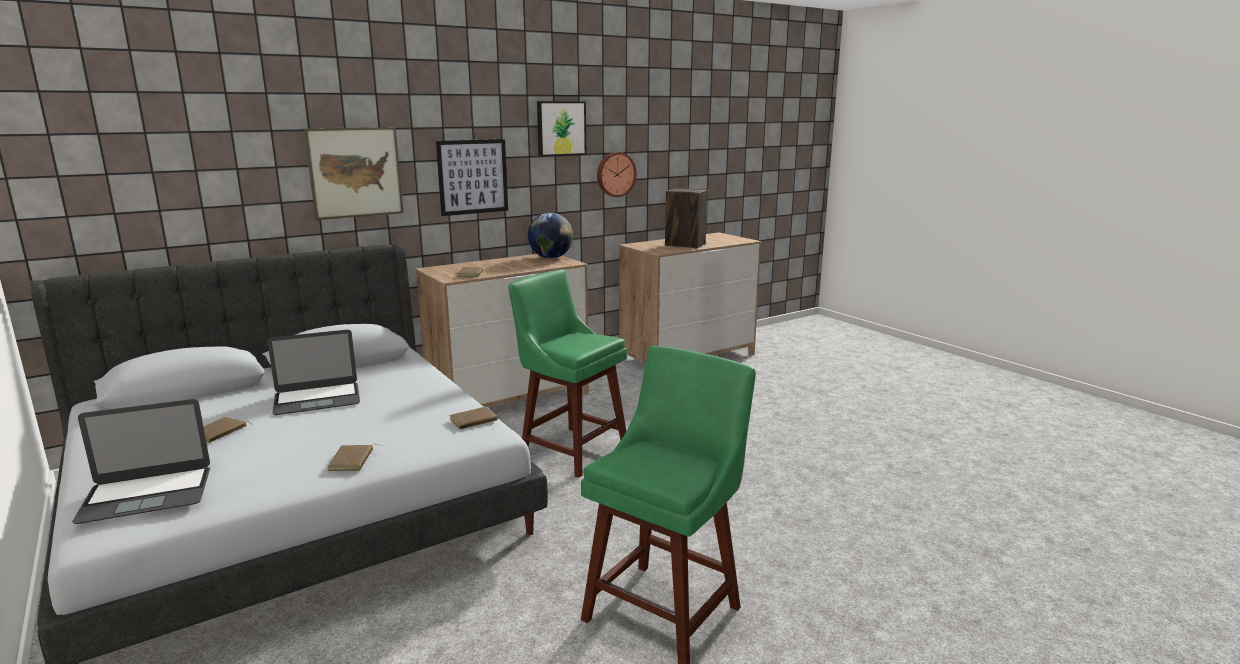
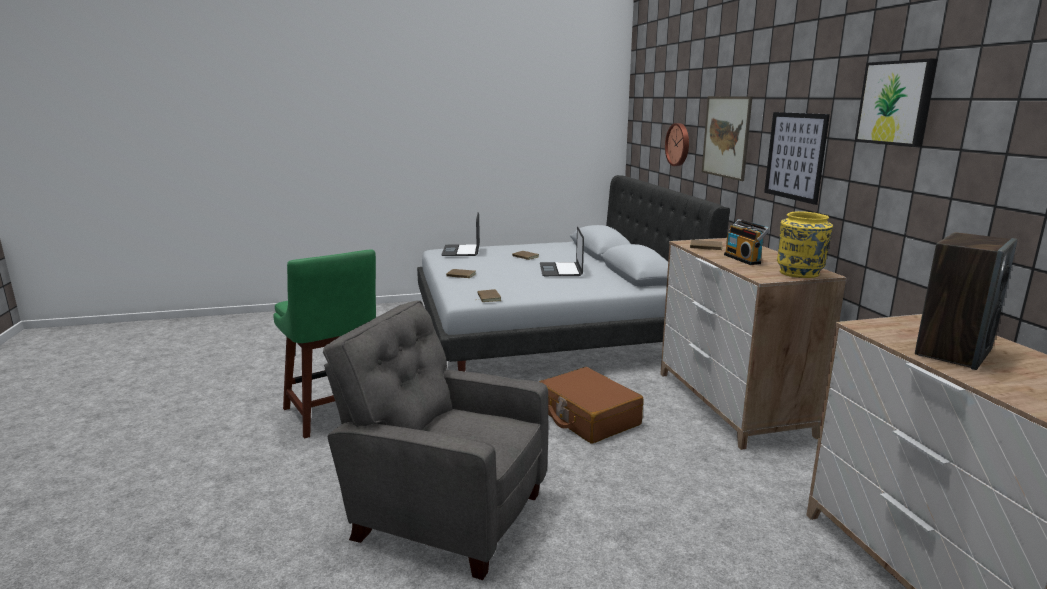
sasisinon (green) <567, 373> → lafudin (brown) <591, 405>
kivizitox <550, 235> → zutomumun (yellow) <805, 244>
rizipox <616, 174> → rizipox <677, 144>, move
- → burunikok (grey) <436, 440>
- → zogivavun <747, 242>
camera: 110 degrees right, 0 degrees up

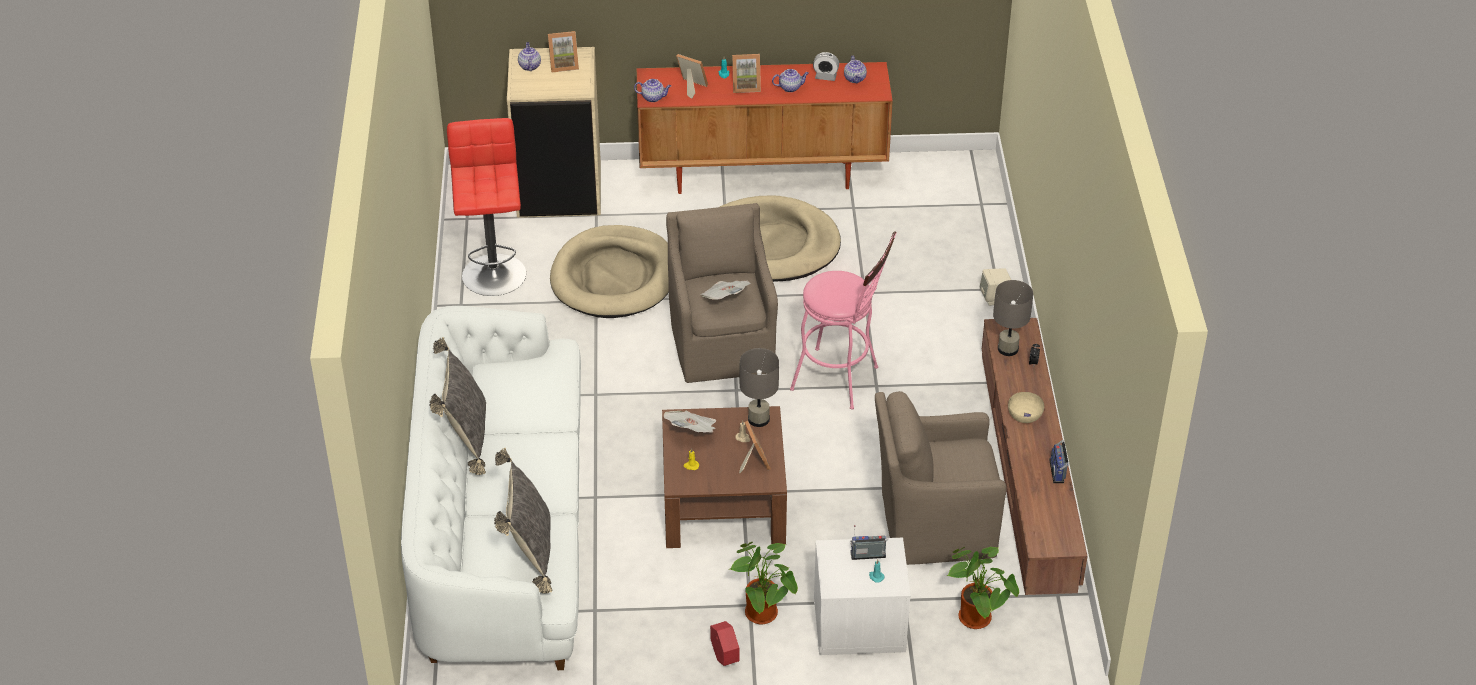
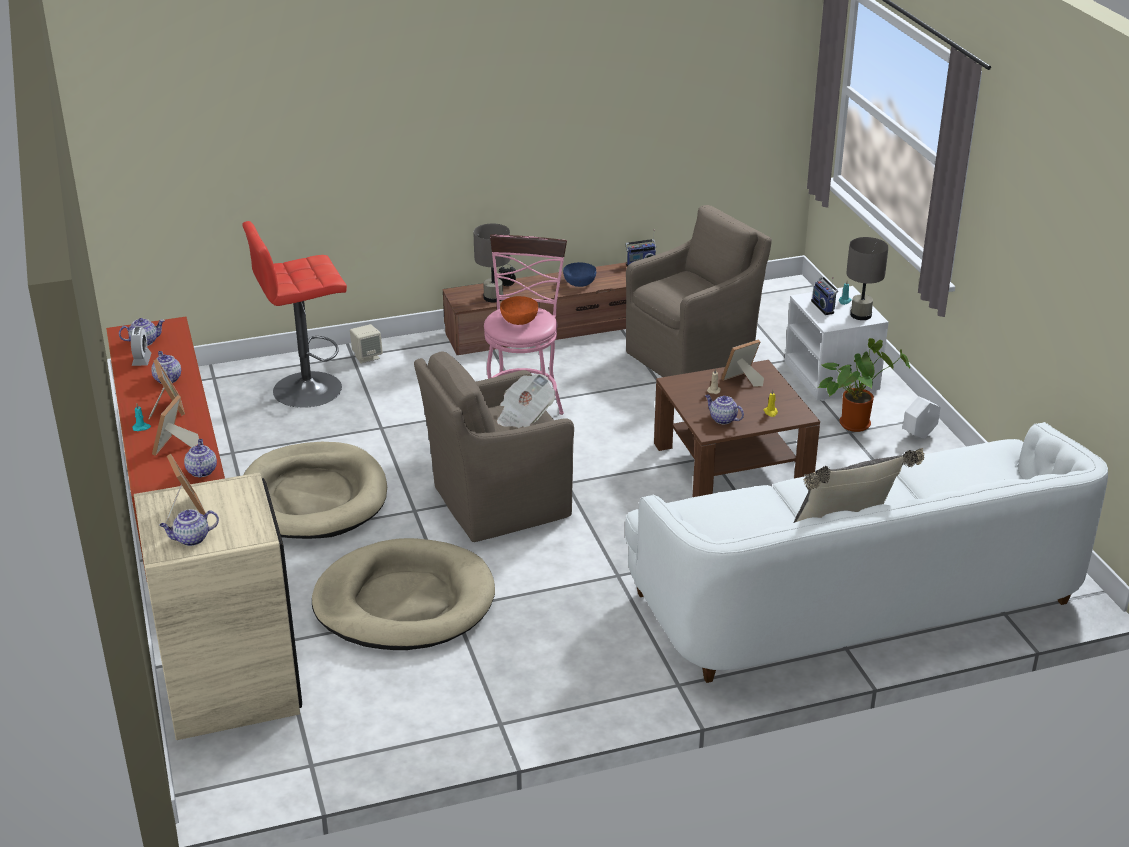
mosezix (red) <486, 207> → mosezix (red) <294, 314>, move
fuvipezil <523, 520> → -
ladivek <690, 422> → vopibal <724, 410>
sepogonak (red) <724, 643> → sepogonak (white) <922, 417>
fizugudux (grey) <759, 387> → fizugudux (grey) <867, 278>, move
burunikok (brown) <941, 478> → burunikok (brown) <699, 291>, 105 degrees counterclockwise
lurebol <982, 588> → -
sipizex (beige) <1026, 407> → sipizex (blue) <579, 274>
- → sipizex (orange) <519, 310>
camera: 105 degrees left, 10 degrees down

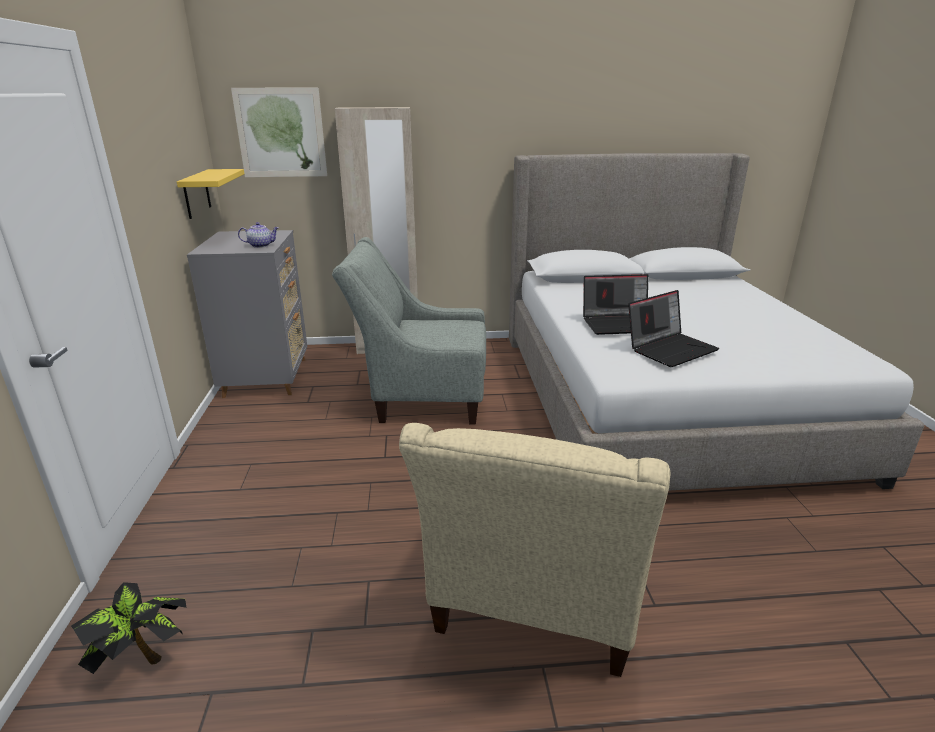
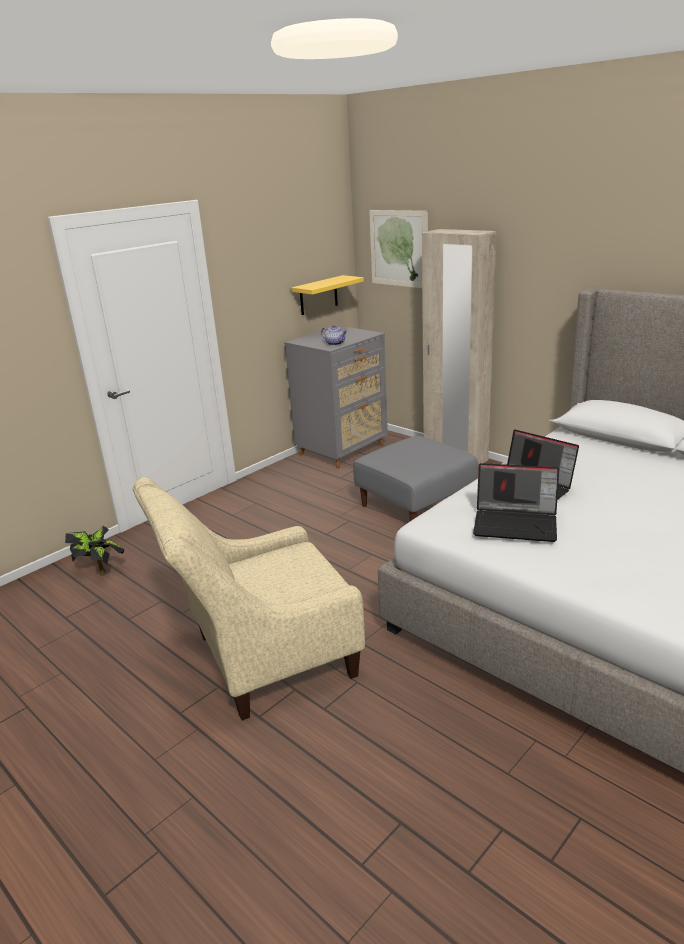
burunikok (grey) <409, 331> → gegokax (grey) <415, 478>
camera: 50 degrees right, 0 degrees up

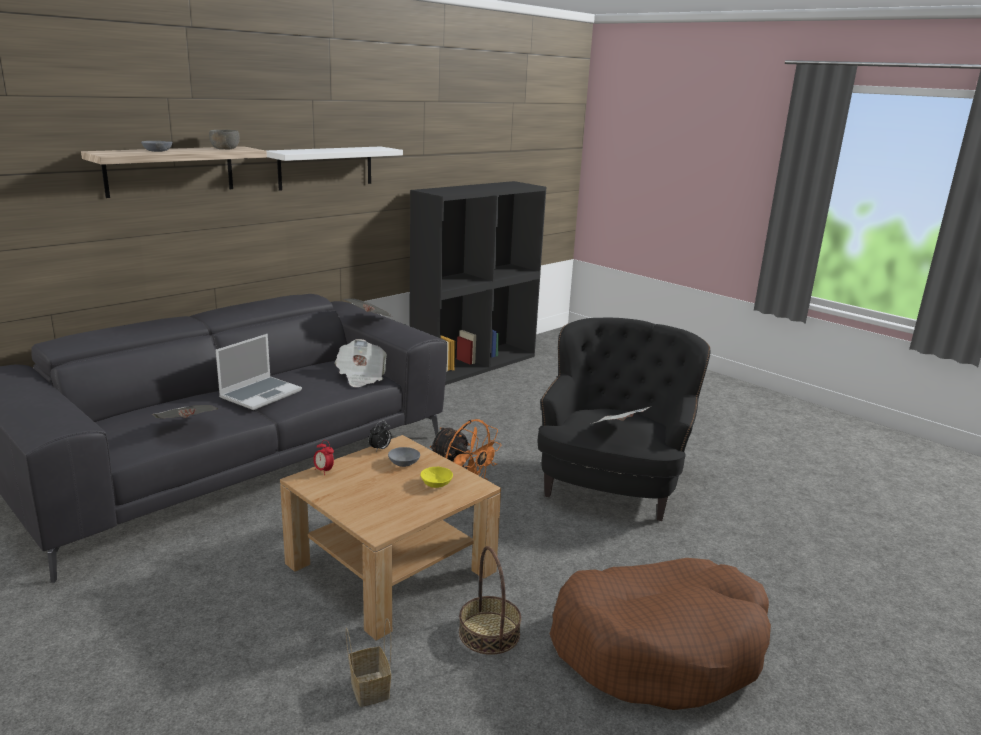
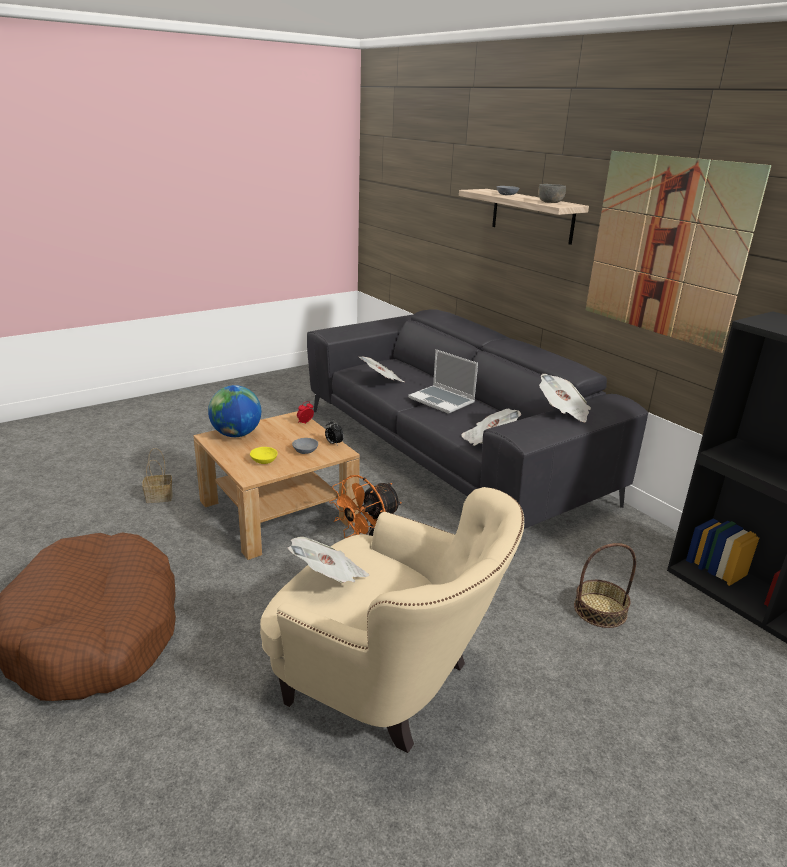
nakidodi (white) <334, 168> → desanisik <679, 252>
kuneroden <490, 600> → kuneroden <605, 585>, move
burunikok (black) <624, 419> → burunikok (beige) <392, 620>
- → kivizitox <234, 411>
camera: 100 degrees right, 5 degrees up

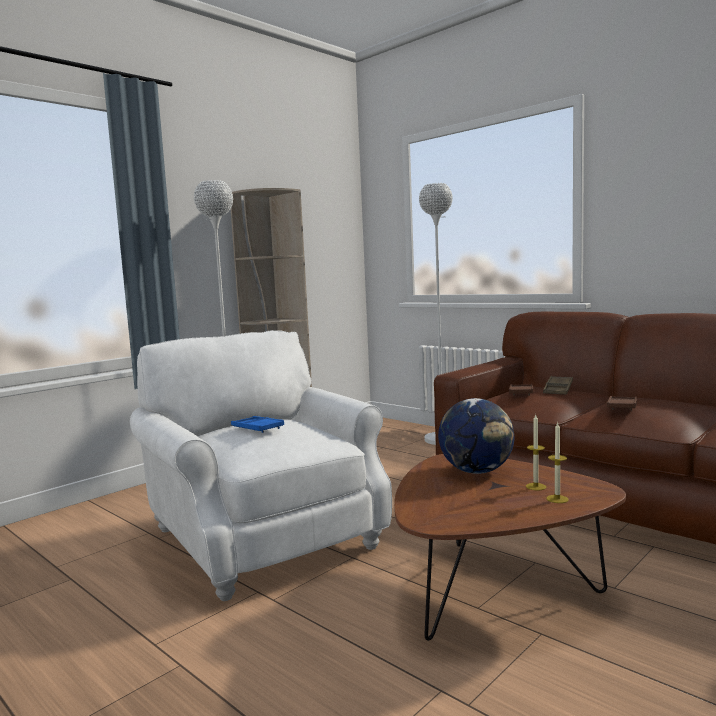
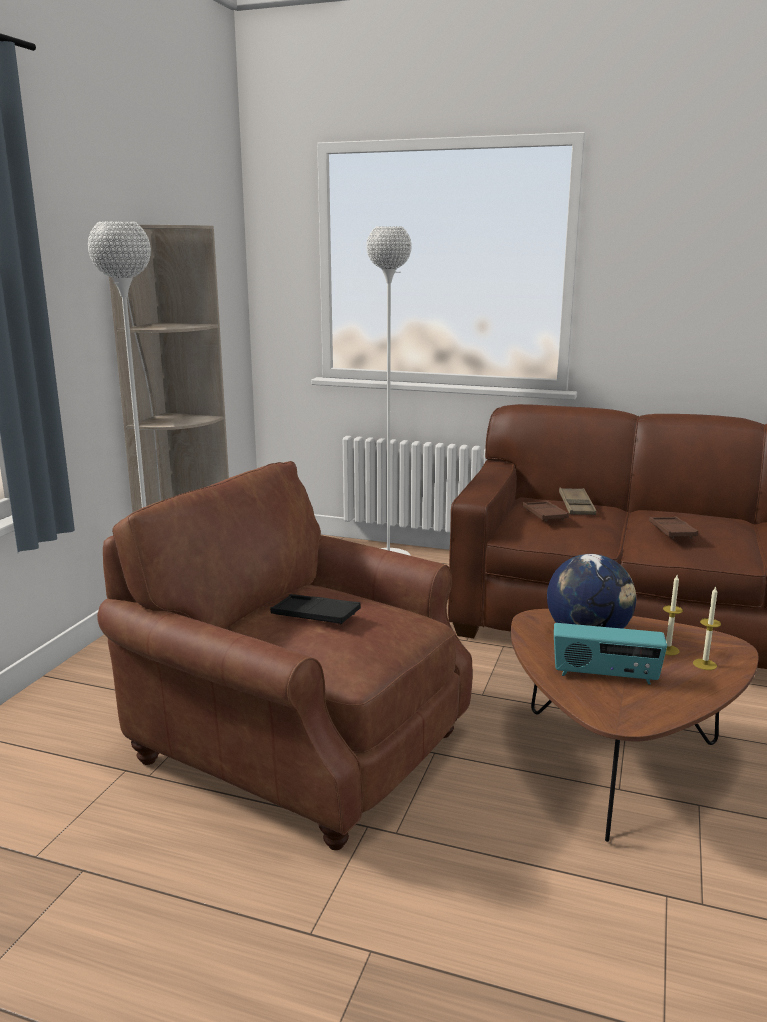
burunikok (white) <261, 465> → burunikok (brown) <285, 655>
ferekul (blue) <257, 424> → ferekul (black) <315, 609>
- → zogivavun <610, 654>
camera: 25 degrees left, 10 degrees up

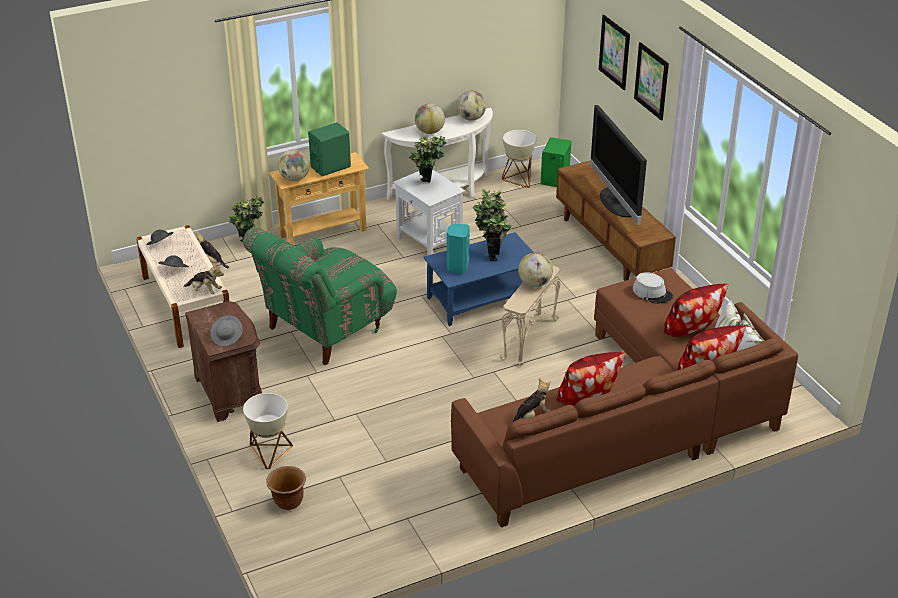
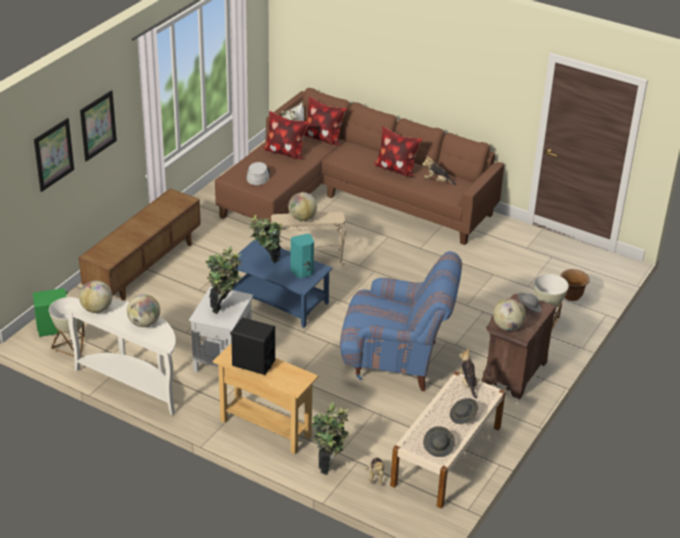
burunikok (green) <319, 296> → burunikok (blue) <401, 321>
kivizitox <294, 165> → kivizitox <509, 314>, move
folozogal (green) <329, 149> → folozogal (black) <252, 346>
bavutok <619, 165> → -
camera: 125 degrees left, 0 degrees up

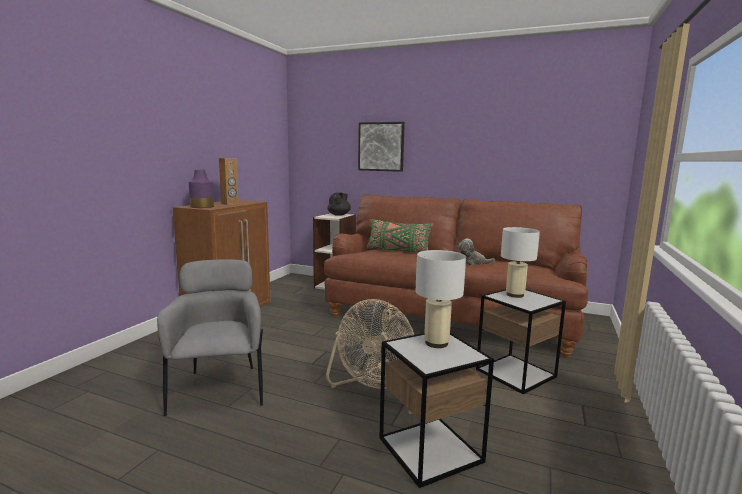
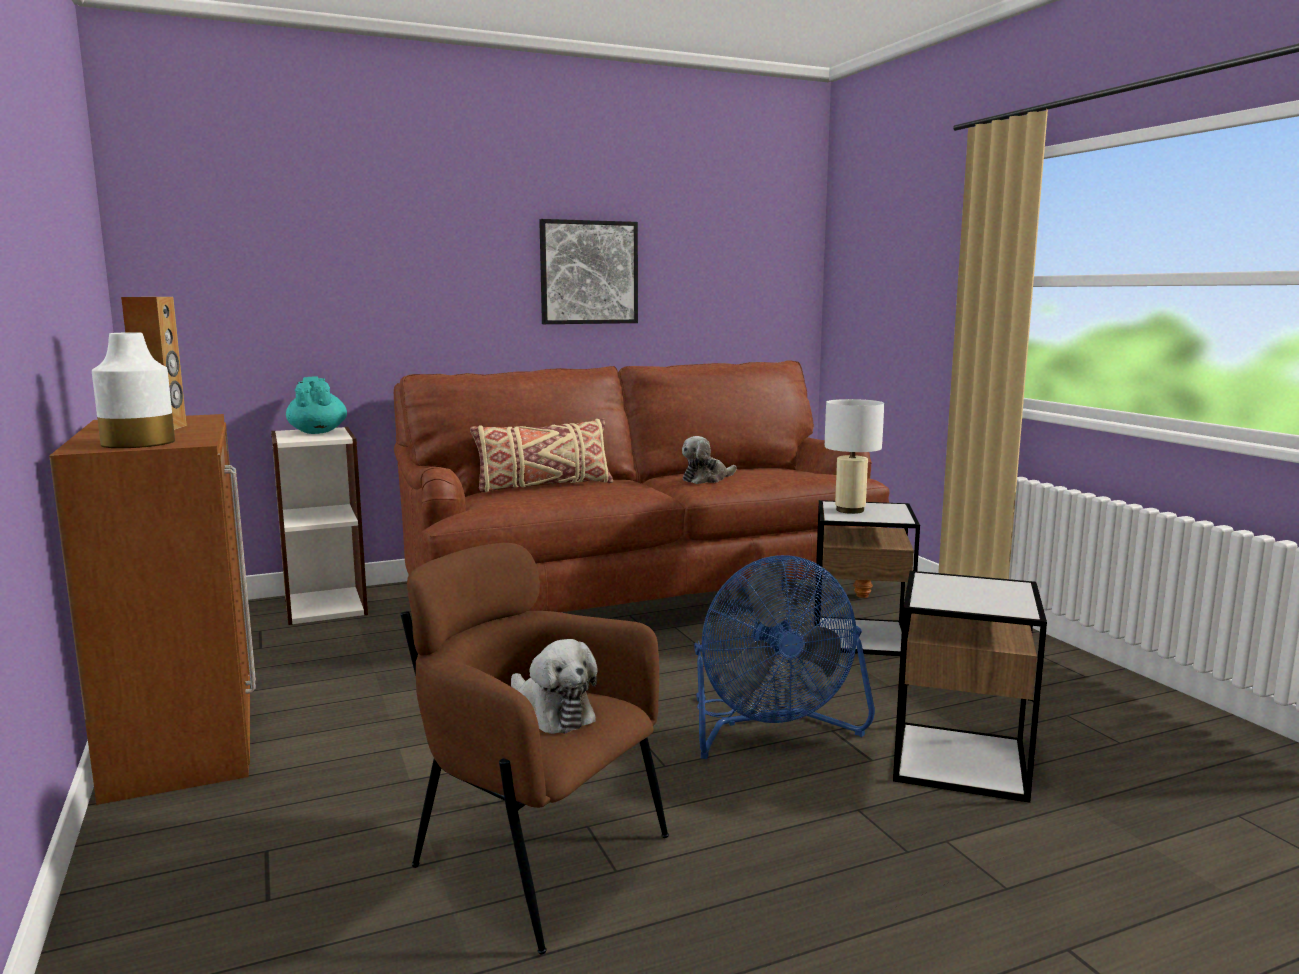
burunikok (grey) <210, 337> → burunikok (brown) <535, 749>
zutomumun (purple) <201, 189> → zutomumun (white) <133, 390>
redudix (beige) <370, 356> → redudix (blue) <784, 657>
vopibal (black) <339, 204> → vopibal (turquoise) <316, 405>
desanisik <381, 147> → desanisik <588, 271>, move
fuvipezil (green) <400, 236> → fuvipezil (beige) <541, 455>
fizugudux (white) <441, 299> → -
- → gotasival <554, 686>
camera: 45 degrees left, 0 degrees up

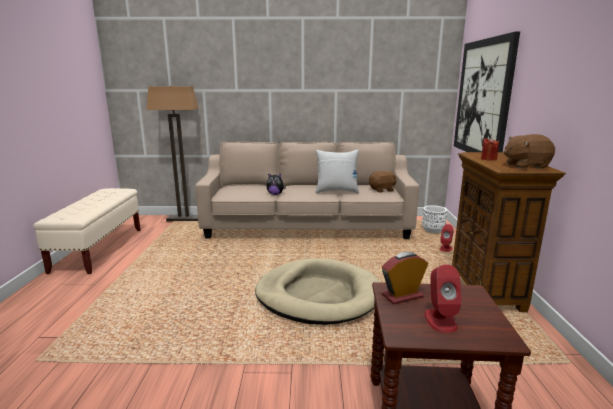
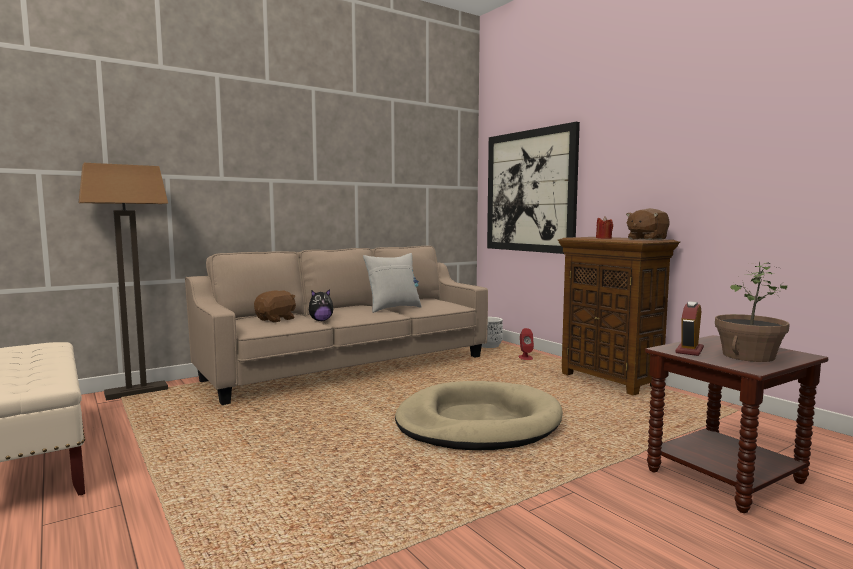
gotasival (brown) <383, 182> → gotasival (brown) <275, 306>, move
folozogal (red) <443, 299> → lurebol <752, 311>
camera: 35 degrees left, 10 degrees down

